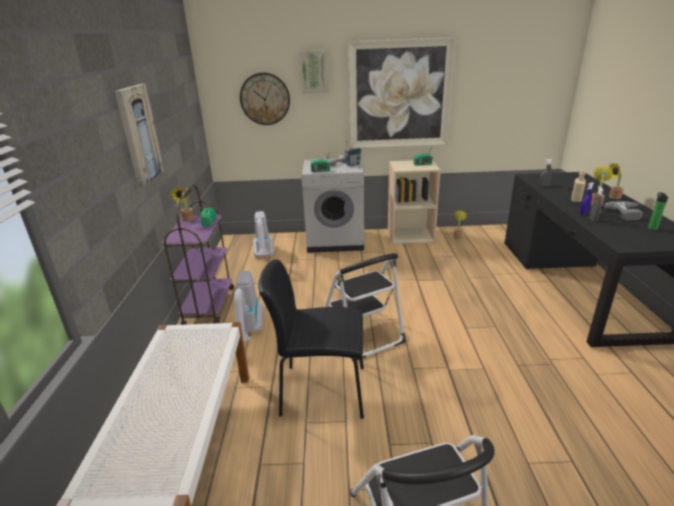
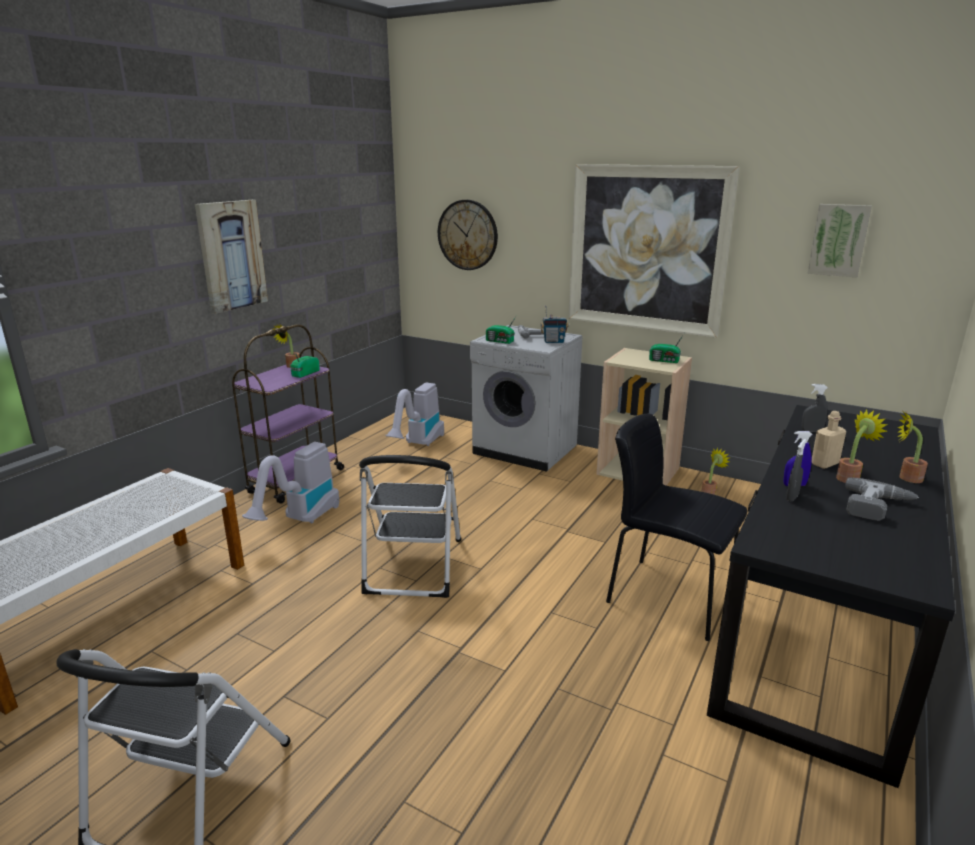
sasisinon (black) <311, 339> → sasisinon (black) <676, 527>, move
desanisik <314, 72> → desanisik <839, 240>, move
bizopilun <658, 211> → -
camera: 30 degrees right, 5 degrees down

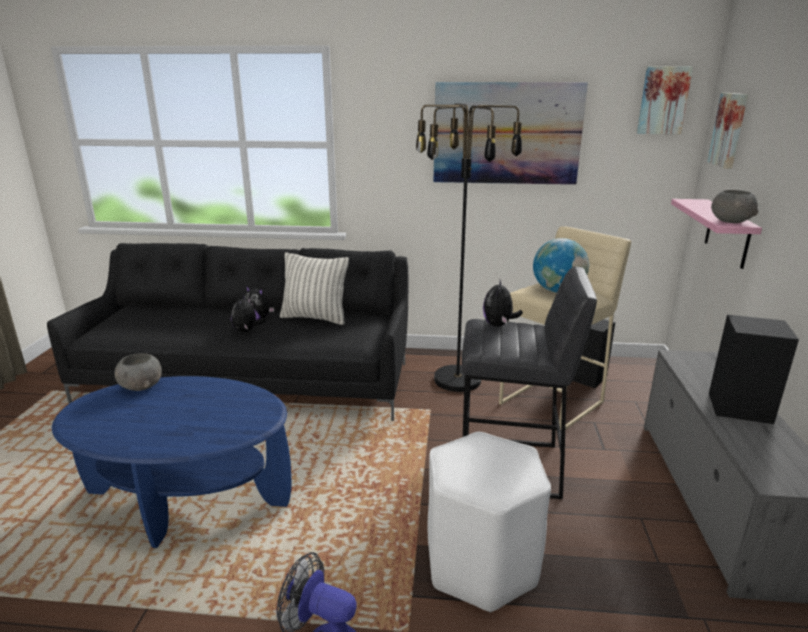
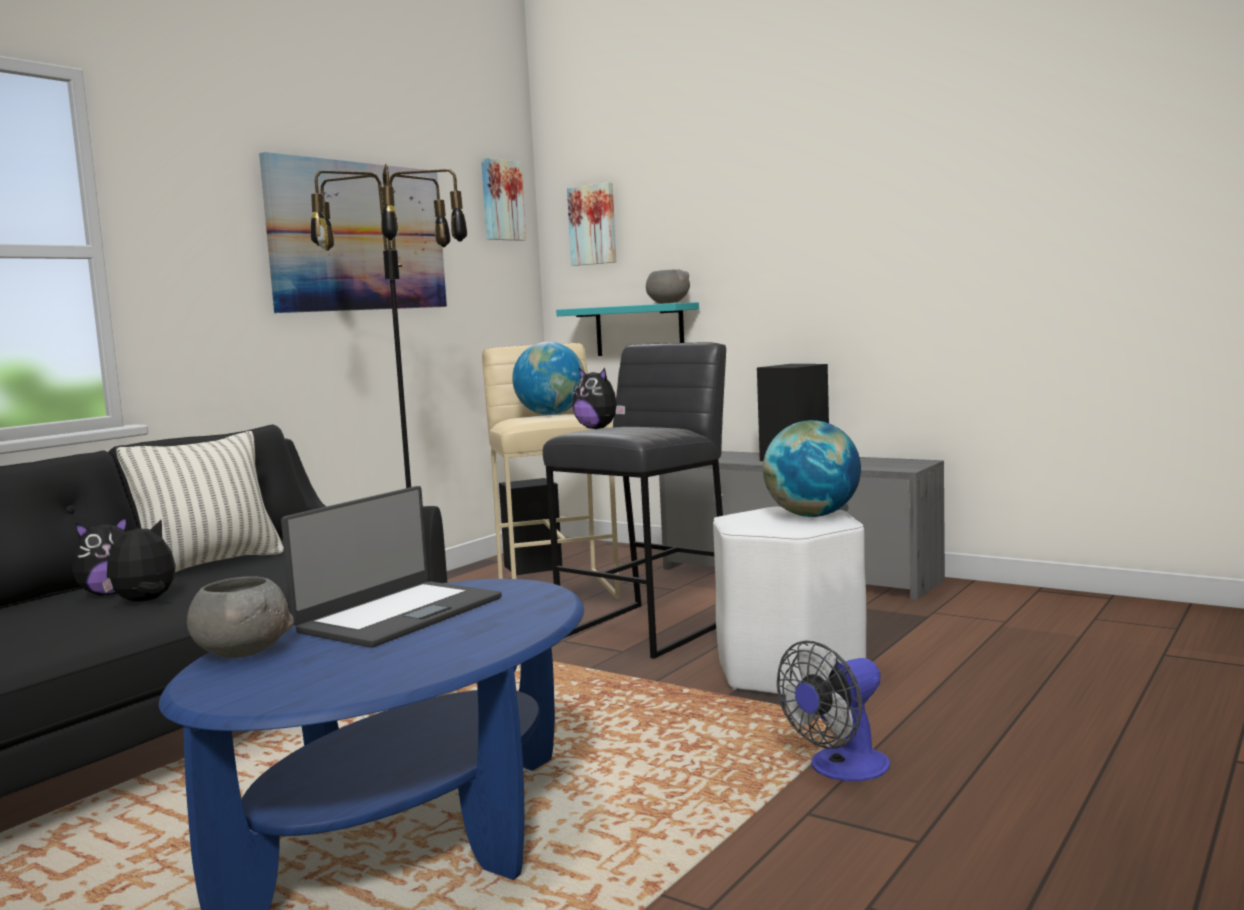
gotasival <248, 313> → gotasival <139, 561>, 120 degrees clockwise
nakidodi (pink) <716, 234> → nakidodi (turquoise) <627, 329>
- → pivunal <391, 567>
- → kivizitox <812, 468>
camera: 60 degrees left, 15 degrees down

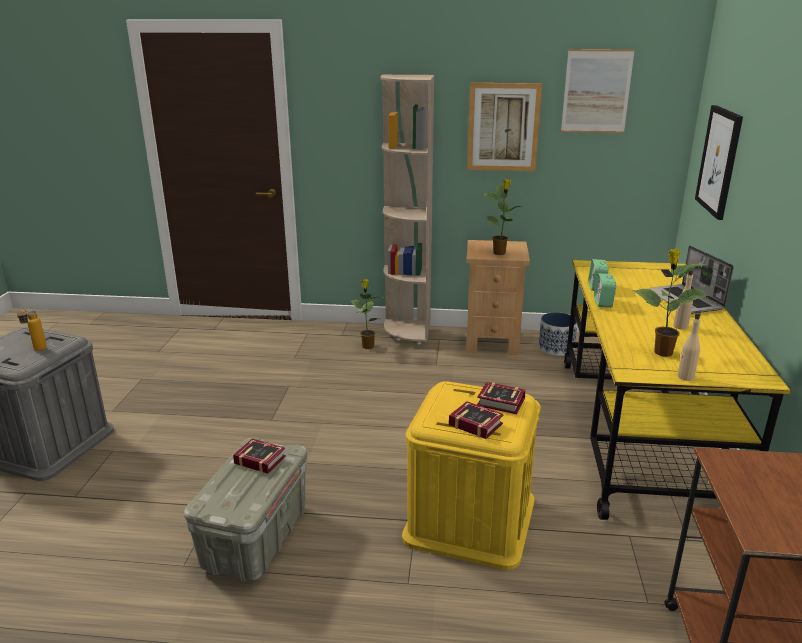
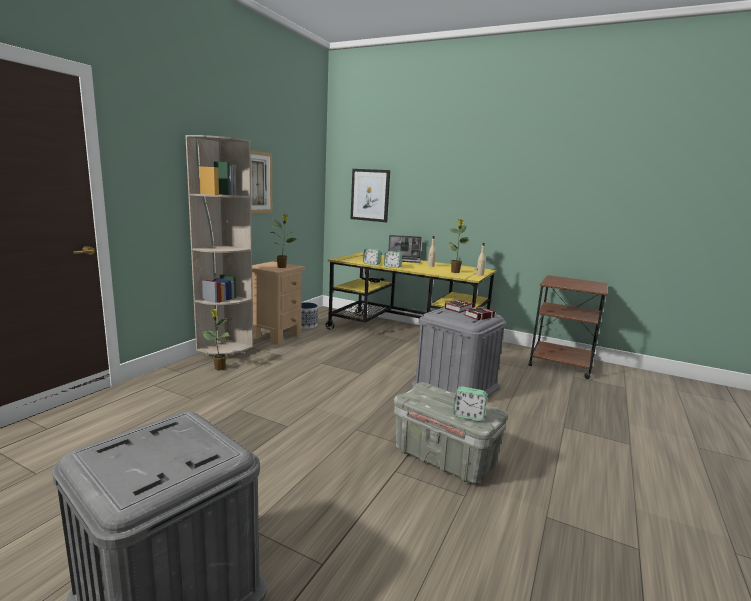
bizopilun <32, 329> → -
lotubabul <259, 456> → -
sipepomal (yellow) <471, 475> → sipepomal (grey) <459, 352>
desanisik <598, 91> → -
- → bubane <470, 403>
camera: 70 degrees left, 10 degrees down

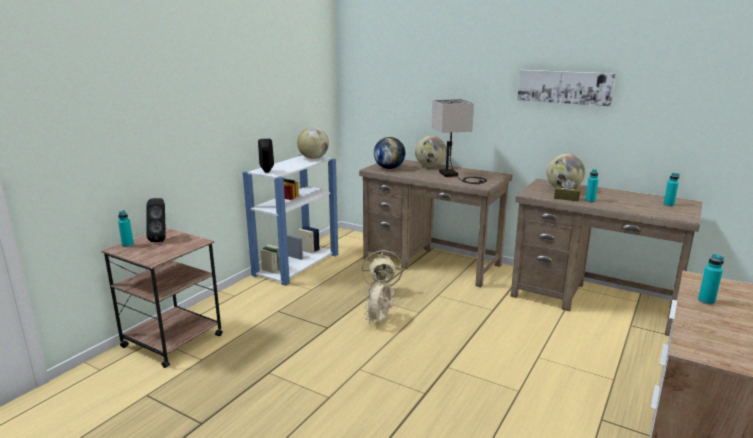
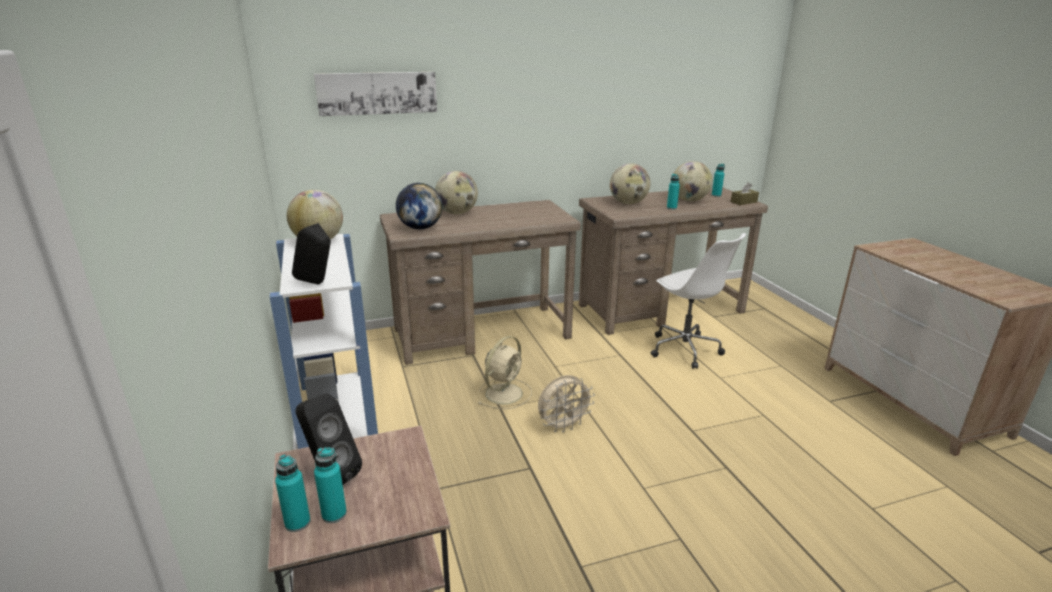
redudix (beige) <378, 301> → redudix (beige) <566, 404>, 90 degrees counterclockwise
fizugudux <459, 141> → -
desanisik <566, 88> → desanisik <375, 94>, move
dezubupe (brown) <567, 190> → dezubupe (brown) <745, 193>, move
bizopilun (turquoise) <711, 279> → bizopilun (turquoise) <330, 485>, move
- → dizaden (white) <698, 301>
- → kivizitox <693, 181>
camera: 50 degrees left, 5 degrees up

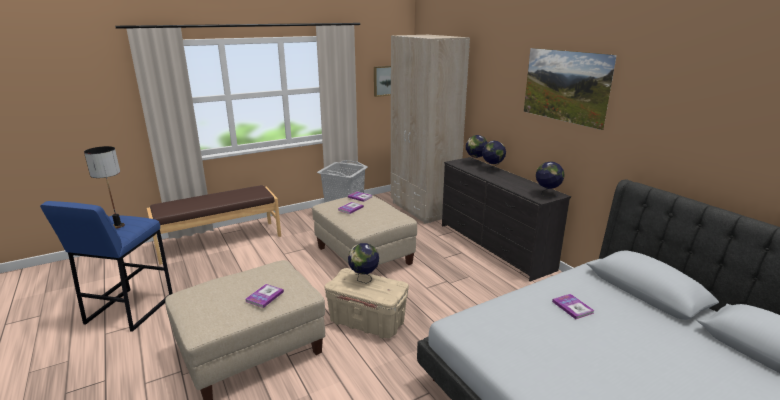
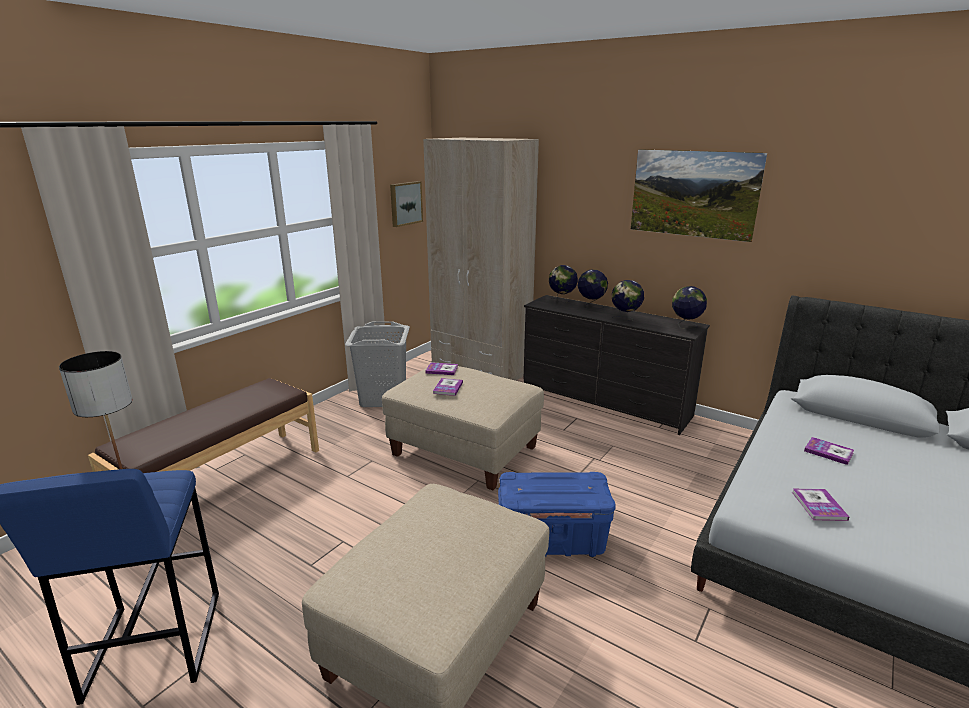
lotubabul <265, 296> → lotubabul <820, 505>, move
sipepomal (beige) <367, 303> → sipepomal (blue) <557, 514>
kivizitox <363, 263> → kivizitox <628, 300>, move
camera: 25 degrees left, 0 degrees up

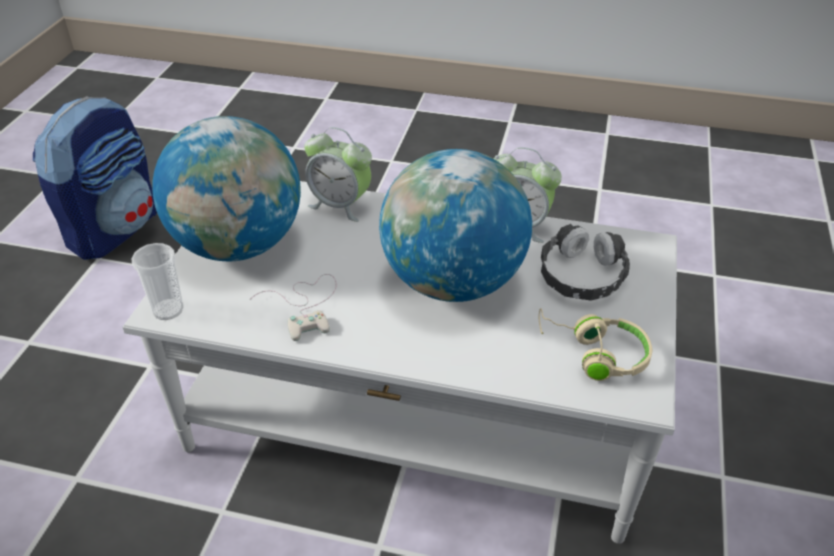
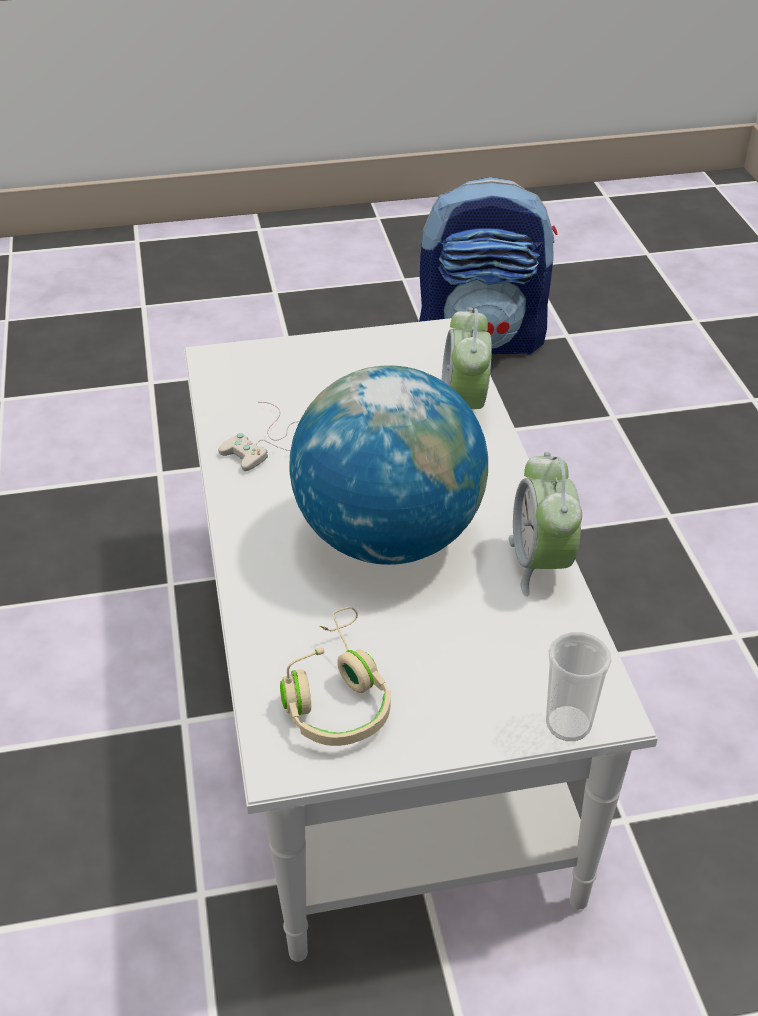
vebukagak <158, 281> → vebukagak <579, 686>, move
kivizitox <226, 188> → -
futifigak <585, 262> → -
camera: 65 degrees right, 0 degrees up

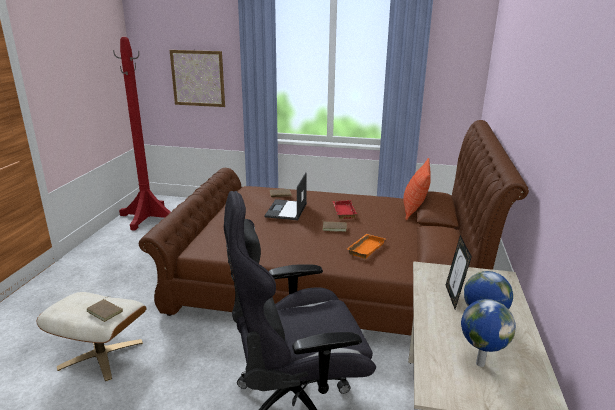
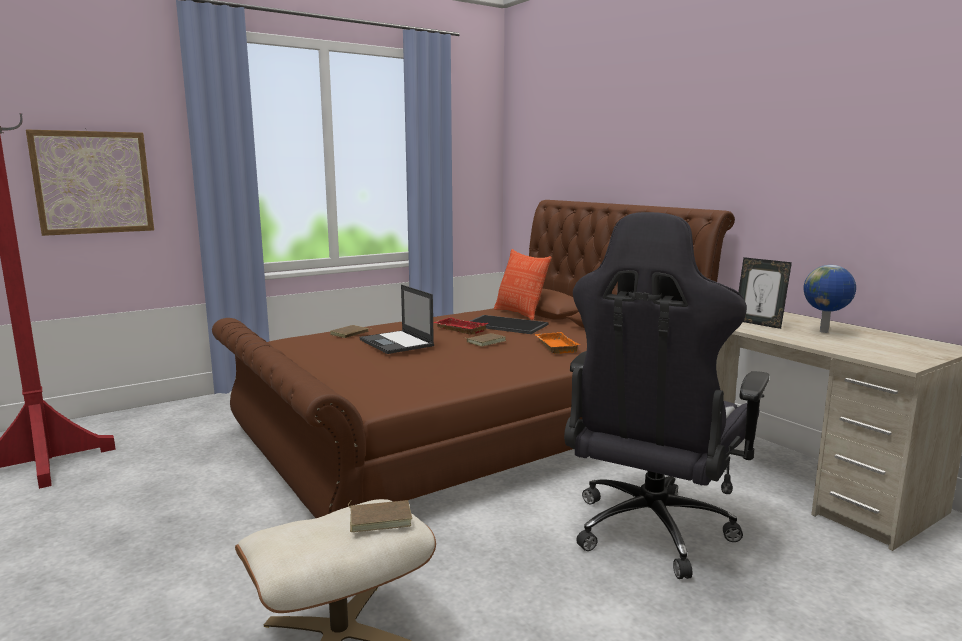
kivizitox <488, 333> → -
- → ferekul <509, 324>
camera: 45 degrees left, 10 degrees down

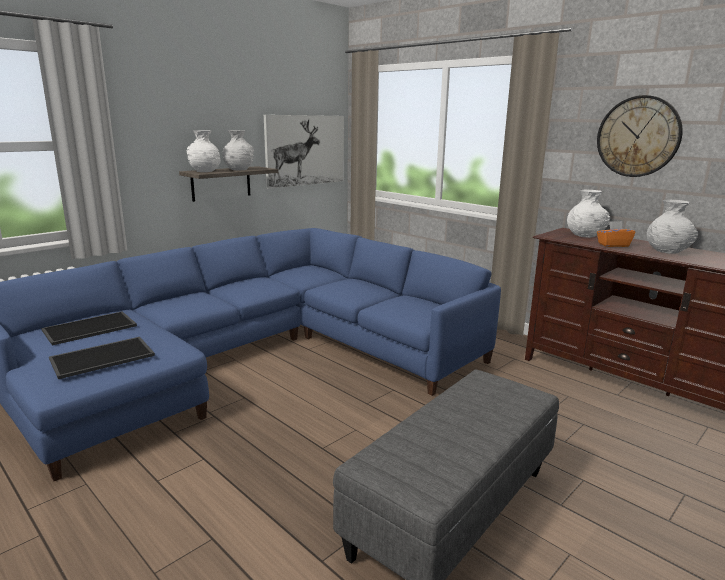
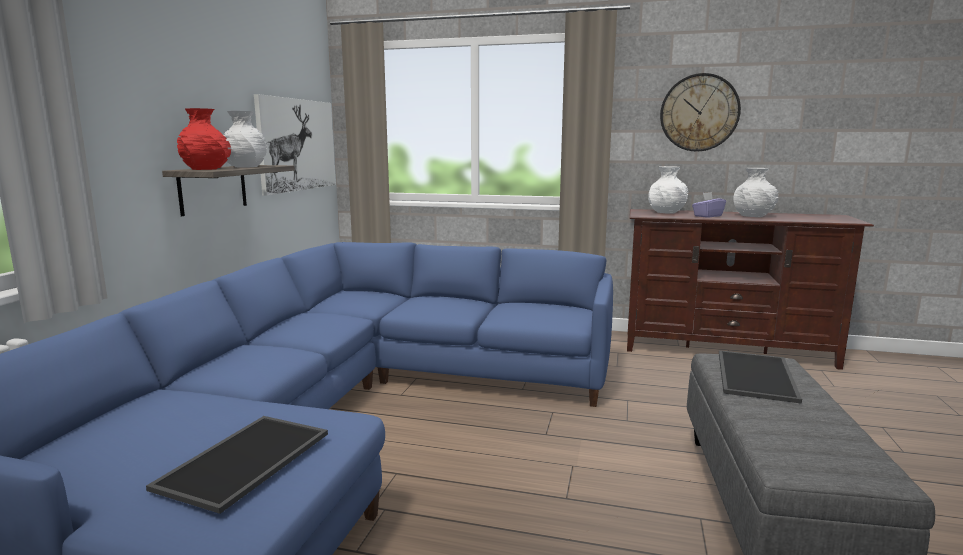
ferekul <89, 328> → ferekul <760, 377>, move
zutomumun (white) <204, 151> → zutomumun (red) <204, 139>
dezubupe (orange) <616, 234> → dezubupe (purple) <709, 205>
camera: 30 degrees left, 5 degrees down

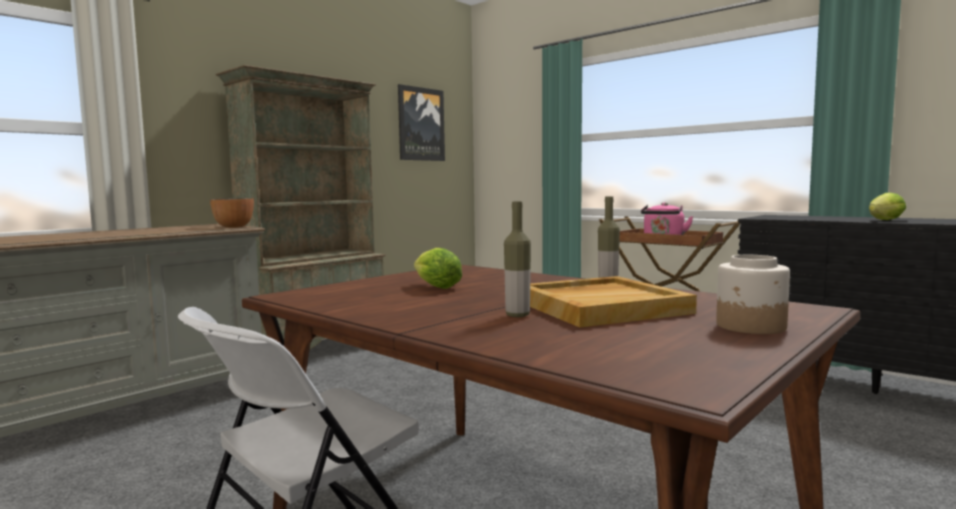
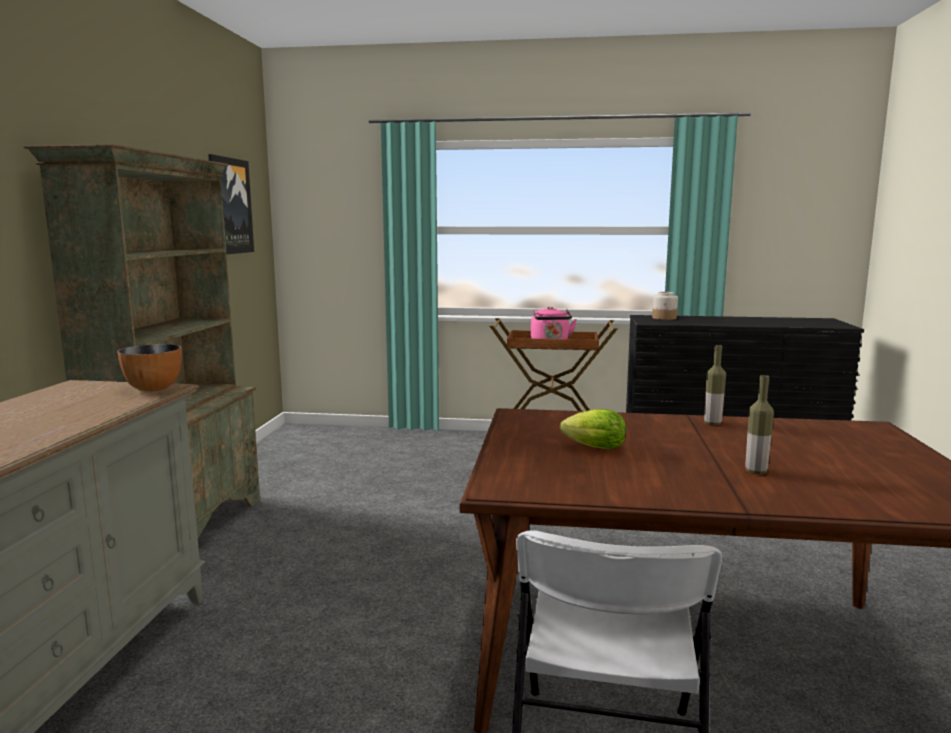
ferekul (beige) <613, 302> → -
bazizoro <753, 294> → bazizoro <665, 306>, move
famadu <887, 206> → -
camera: 35 degrees left, 5 degrees up

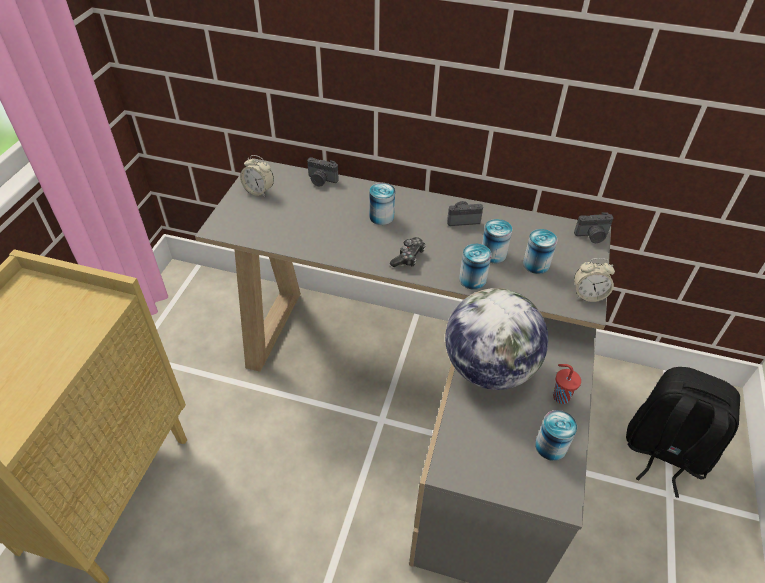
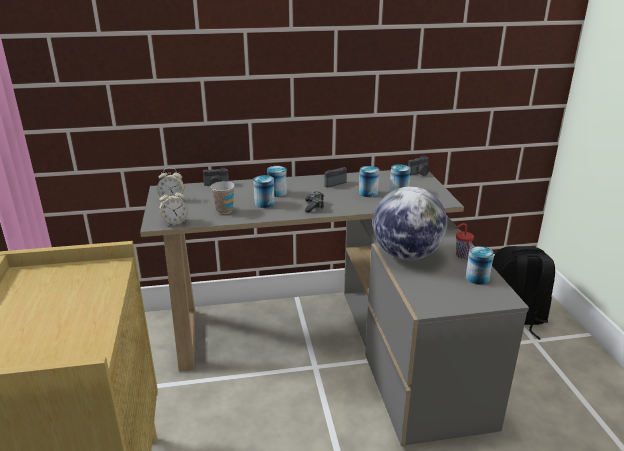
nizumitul <475, 267> → nizumitul <264, 191>, move
bubane <594, 280> → bubane <173, 207>, move
- → vebukagak <223, 197>
camera: 25 degrees left, 20 degrees down

